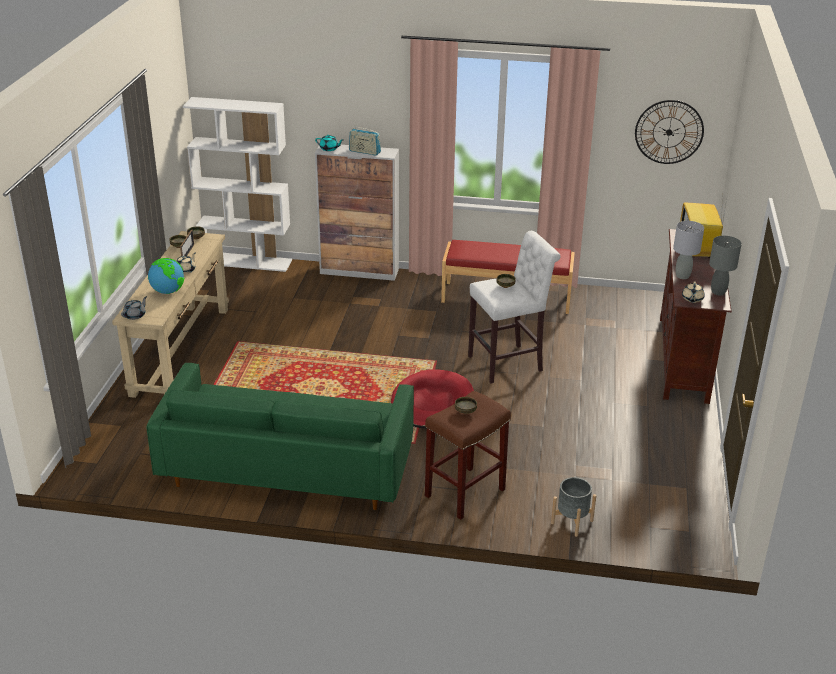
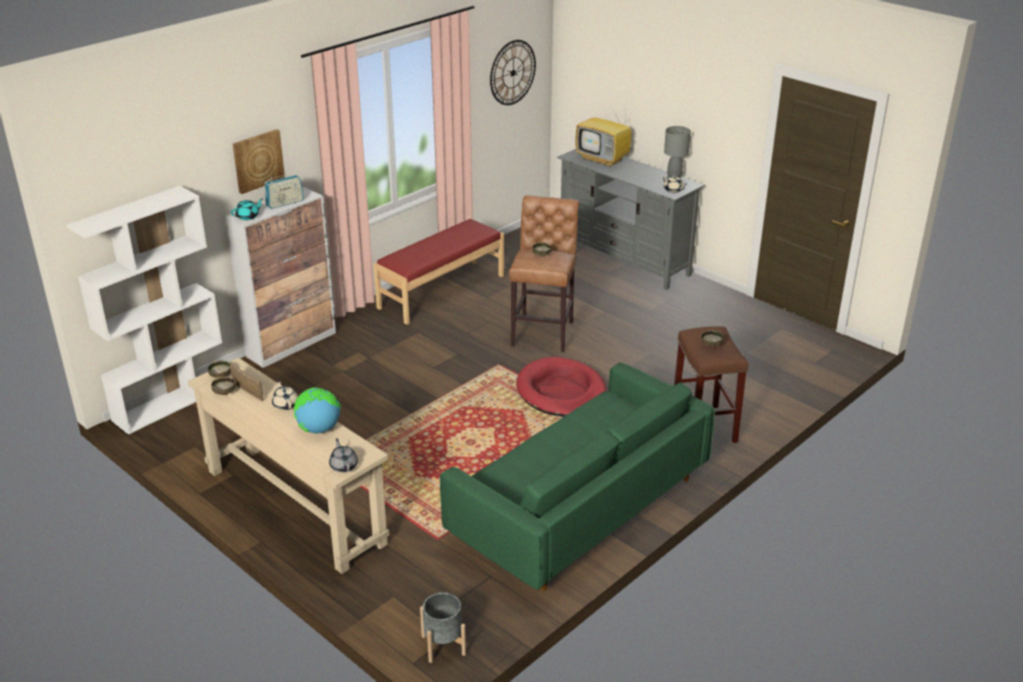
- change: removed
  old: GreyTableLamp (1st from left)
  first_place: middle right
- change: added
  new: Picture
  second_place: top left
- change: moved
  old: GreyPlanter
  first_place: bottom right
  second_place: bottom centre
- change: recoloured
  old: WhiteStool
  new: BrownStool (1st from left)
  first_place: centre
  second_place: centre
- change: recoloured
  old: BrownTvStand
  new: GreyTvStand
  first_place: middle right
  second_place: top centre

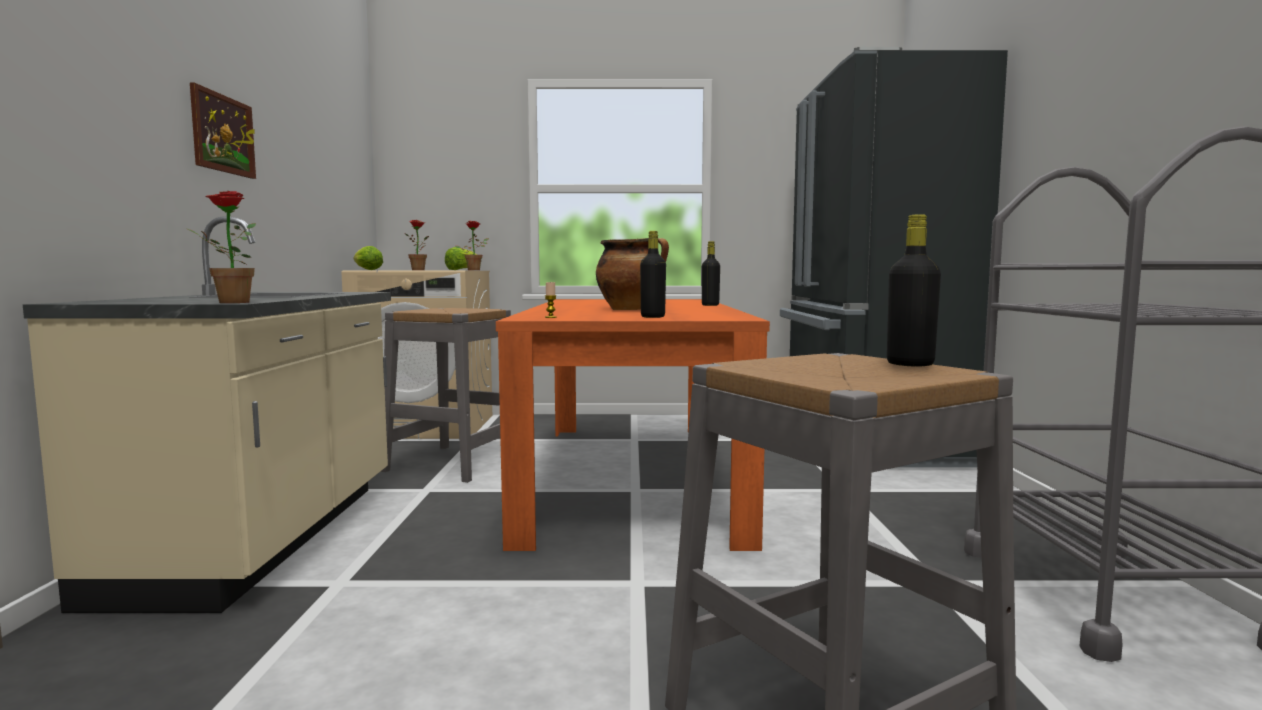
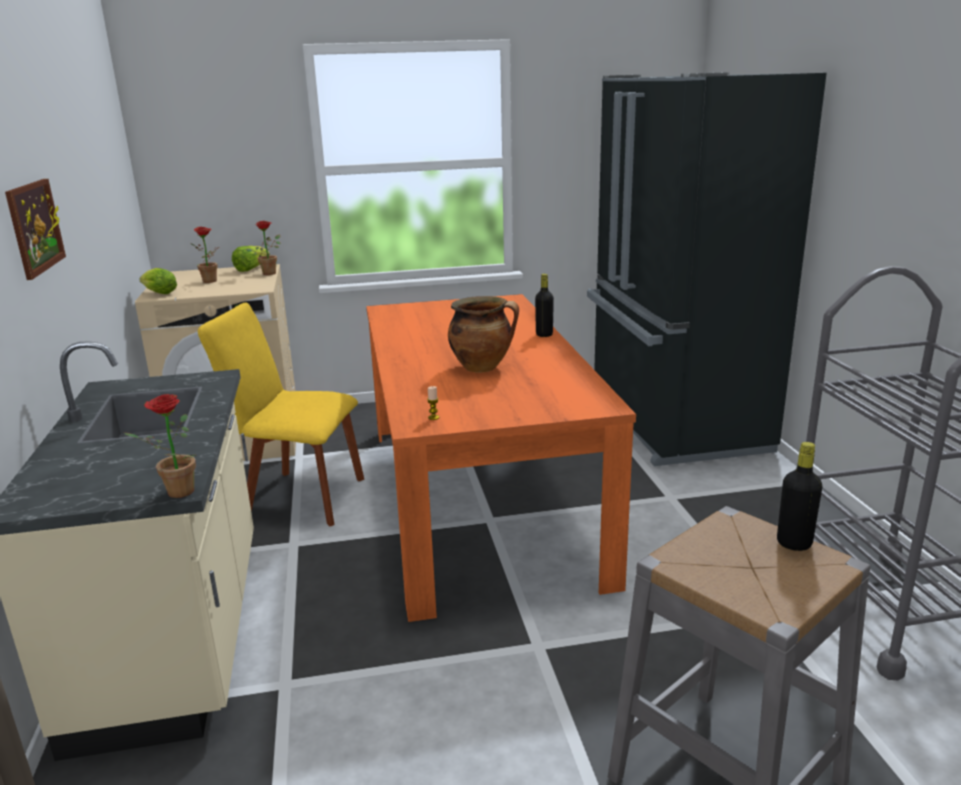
- change: removed
  old: BlackBottle (1st from left)
  first_place: centre
- change: replaced
  old: GreyStool (1st from left)
  new: YellowChair
  first_place: centre
  second_place: middle left

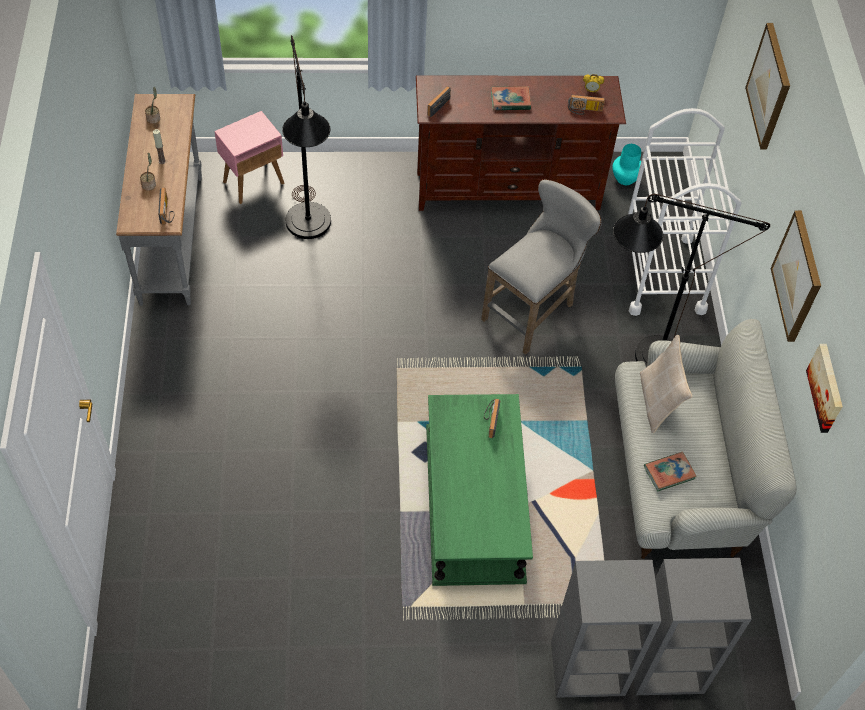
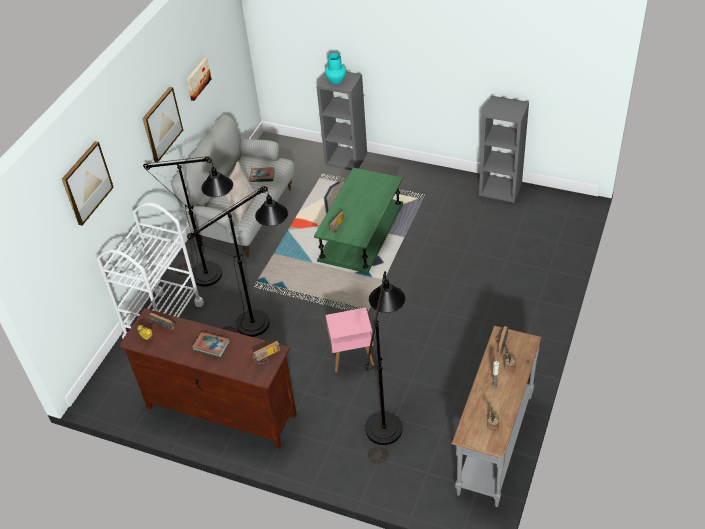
- change: moved
  old: PinkSideTable
  first_place: top left
  second_place: centre
- change: moved
  old: TurquoiseVase
  first_place: top right
  second_place: top centre
- change: moved
  old: GreyBookcase (2nd from left)
  first_place: bottom right
  second_place: top right
- change: replaced
  old: GreyStool
  new: BlackFloorLamp (2nd from left)
  first_place: centre
  second_place: centre

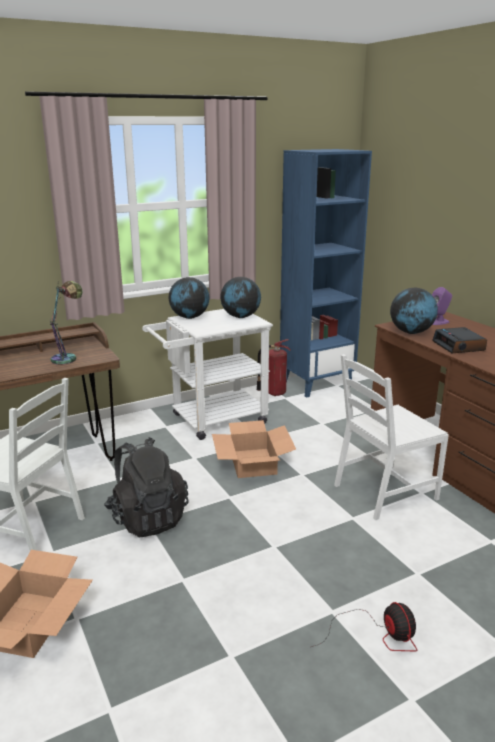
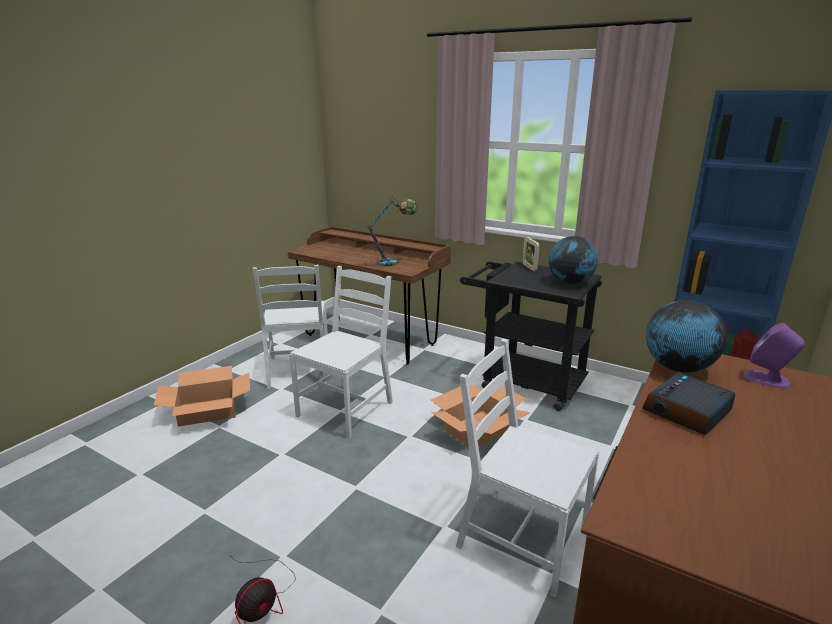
- change: removed
  old: FireExtinguisher
  first_place: centre
- change: replaced
  old: BlackBackpack
  new: WhiteChair (2nd from left)
  first_place: middle left
  second_place: centre
- change: replaced
  old: Globe (1st from left)
  new: PictureFrame
  first_place: centre
  second_place: centre
- change: recoloured
  old: WhiteCart
  new: BlackCart
  first_place: centre
  second_place: centre

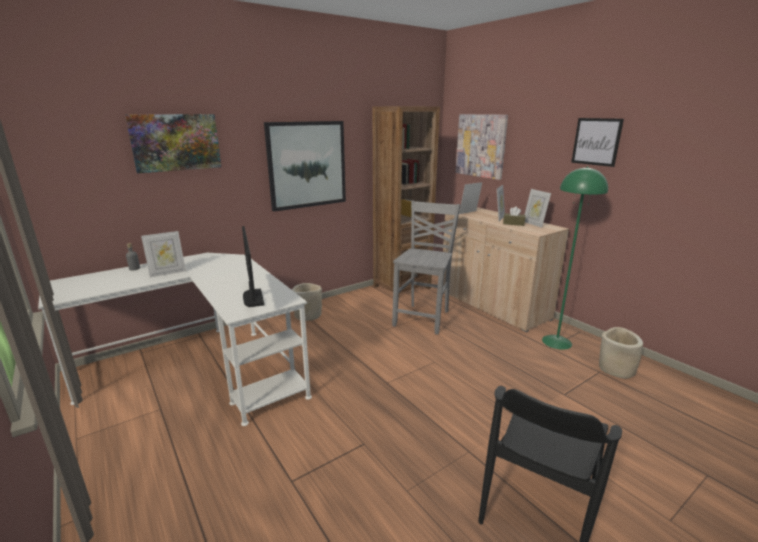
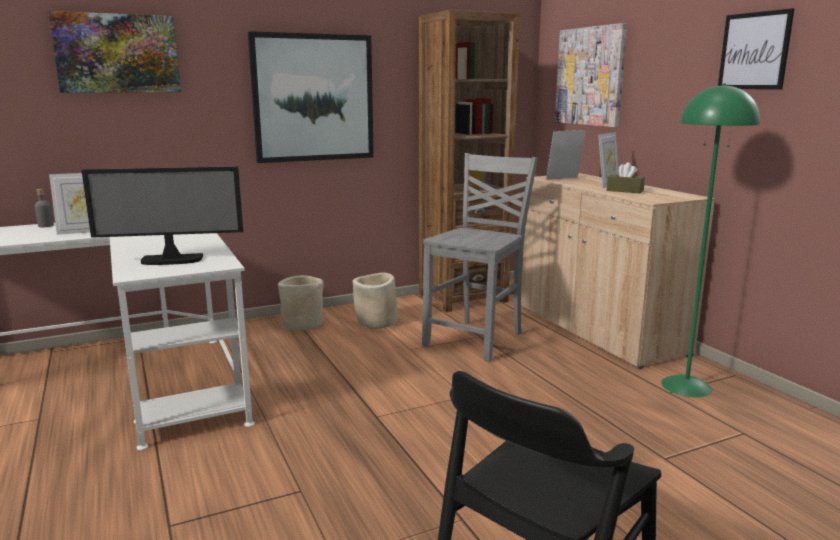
- change: removed
  old: PictureFrame (4th from left)
  first_place: middle right
- change: moved
  old: BeigePlanter (2nd from left)
  first_place: middle right
  second_place: centre
- change: turned
  old: Monitor
  first_place: centre
  second_place: middle left
  degrees: -90

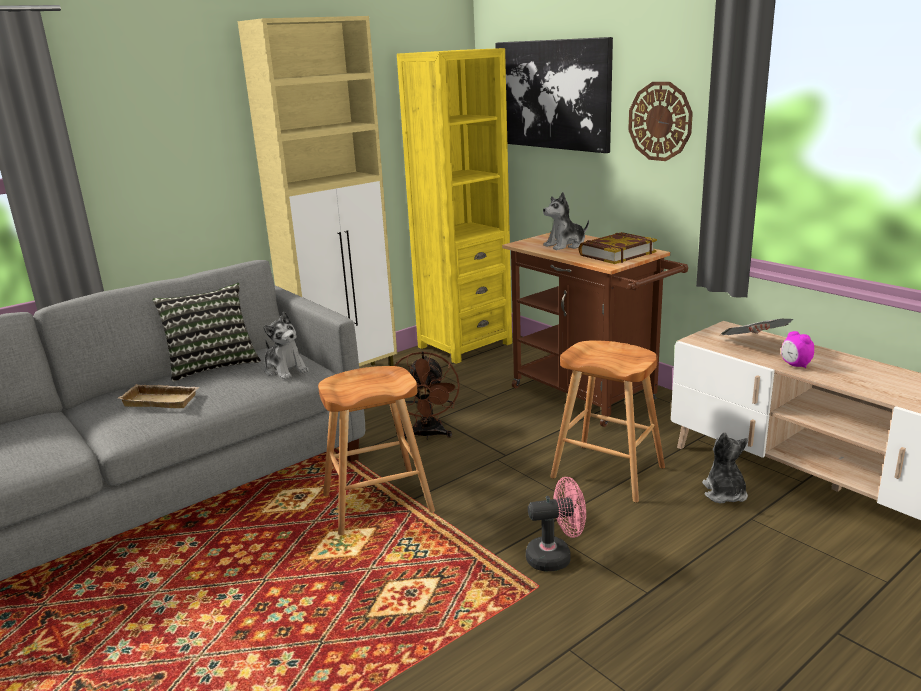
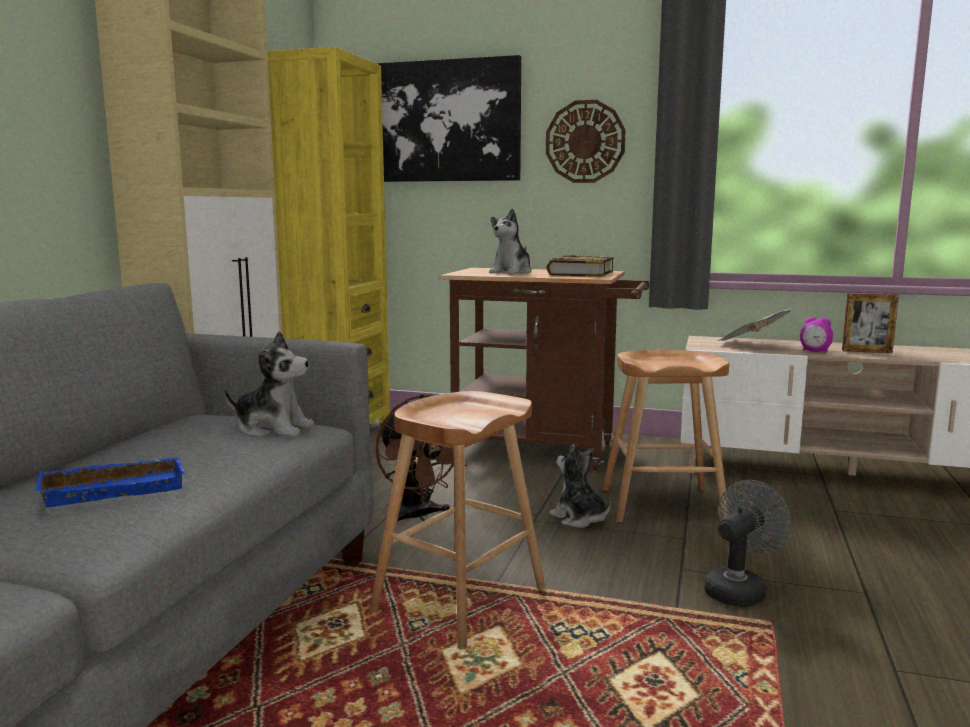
- change: removed
  old: Pillow
  first_place: middle left
- change: added
  new: PictureFrame
  second_place: middle right
- change: moved
  old: PlushToy (3rd from left)
  first_place: bottom right
  second_place: bottom centre
- change: recoloured
  old: BeigeTray
  new: BlueTray
  first_place: middle left
  second_place: middle left
- change: recoloured
  old: PinkFan
  new: GreyFan
  first_place: bottom centre
  second_place: bottom right

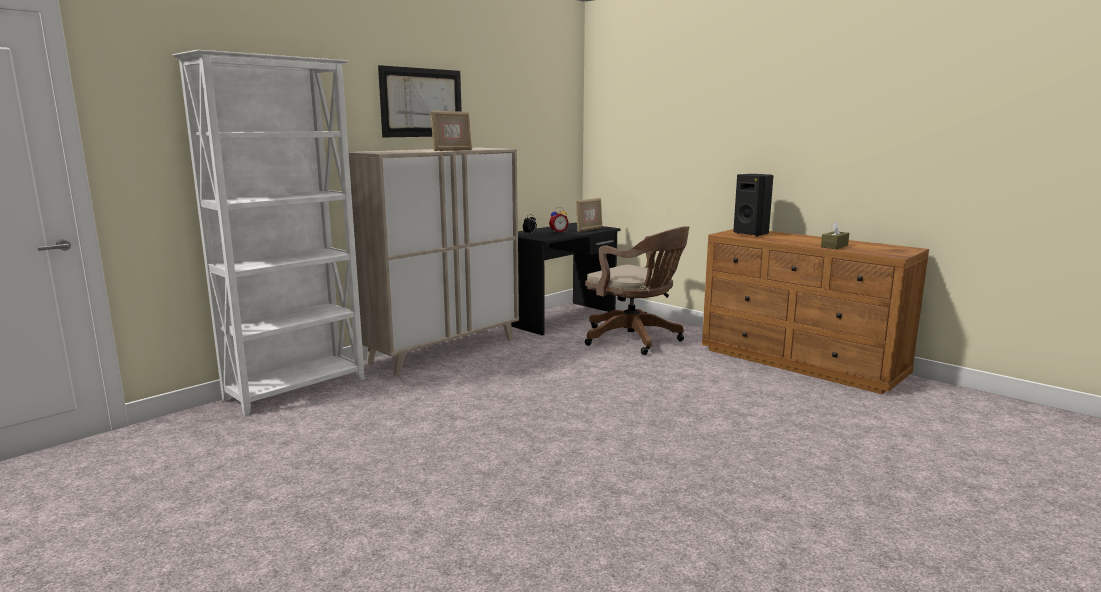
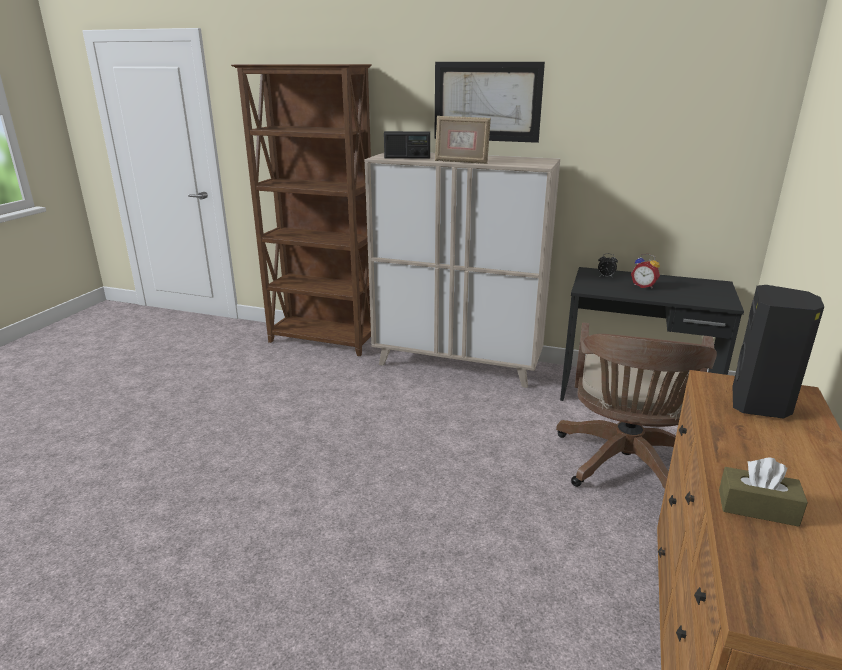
- change: removed
  old: PictureFrame (2nd from left)
  first_place: centre
- change: added
  new: Radio
  second_place: top centre
- change: recoloured
  old: WhiteBookcase
  new: BrownBookcase
  first_place: middle left
  second_place: top centre

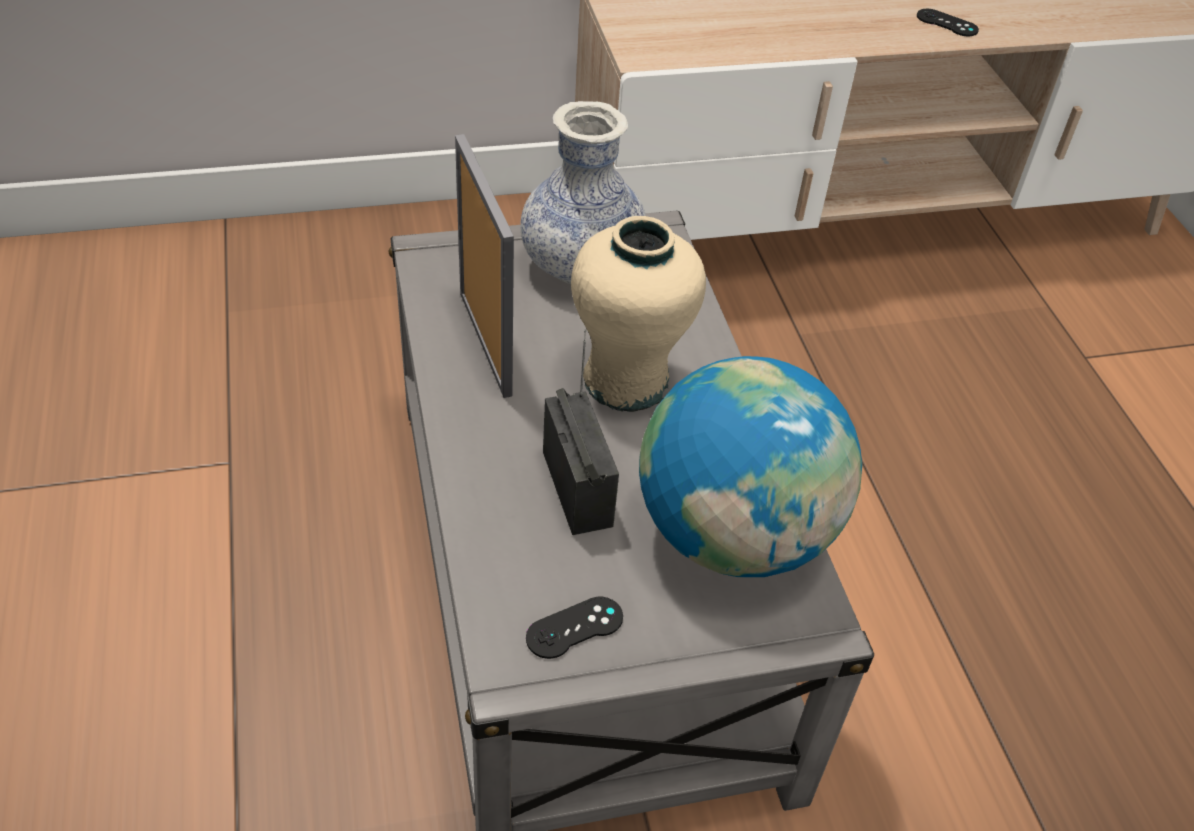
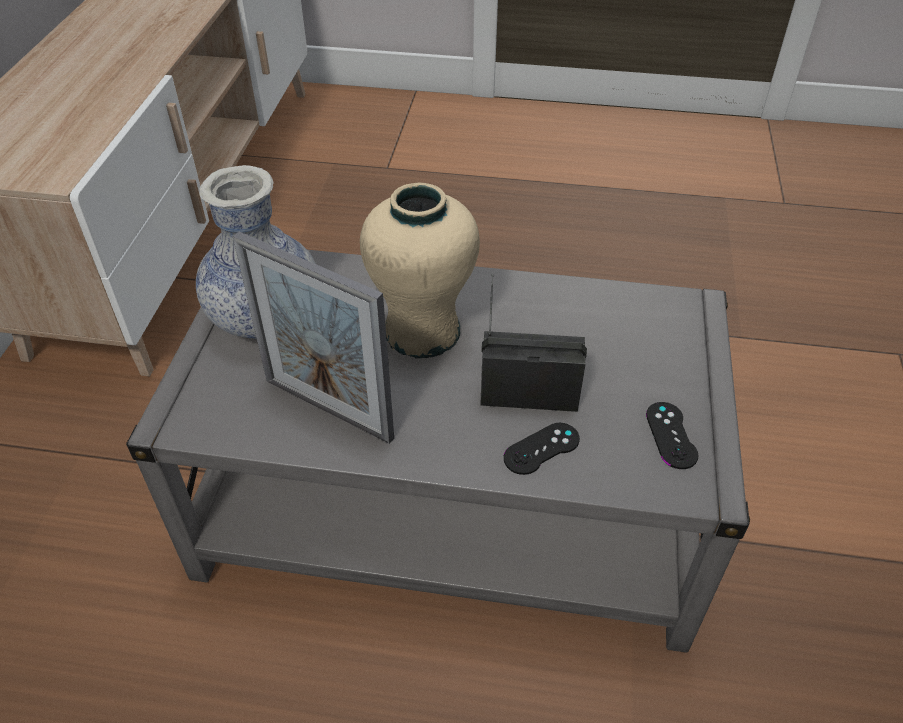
- change: removed
  old: Globe
  first_place: centre
- change: moved
  old: BlackGameController (2nd from left in the first image)
  new: BlackGameController (1st from left)
  first_place: top right
  second_place: centre
- change: turned
  old: PictureFrame
  first_place: top centre
  second_place: centre
  degrees: -150

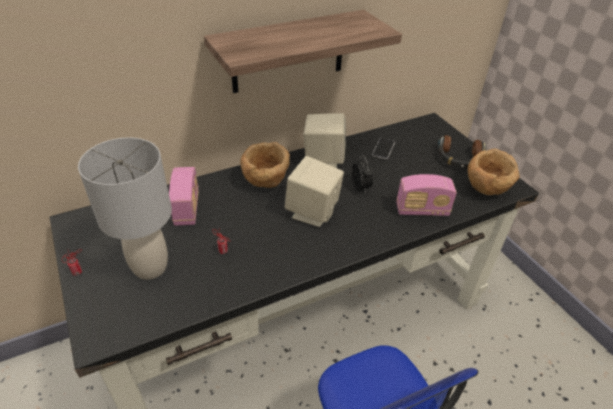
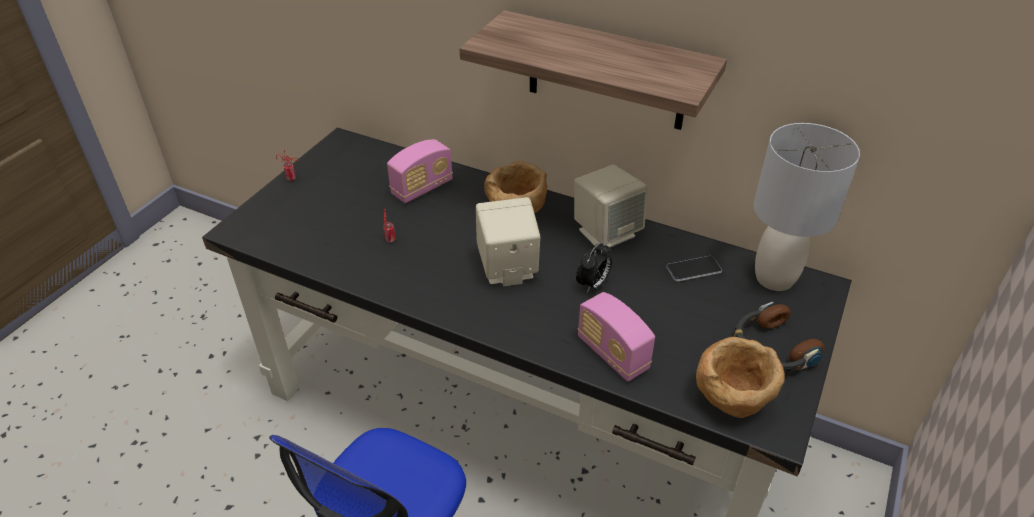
- change: moved
  old: GreyTableLamp
  first_place: middle left
  second_place: middle right

